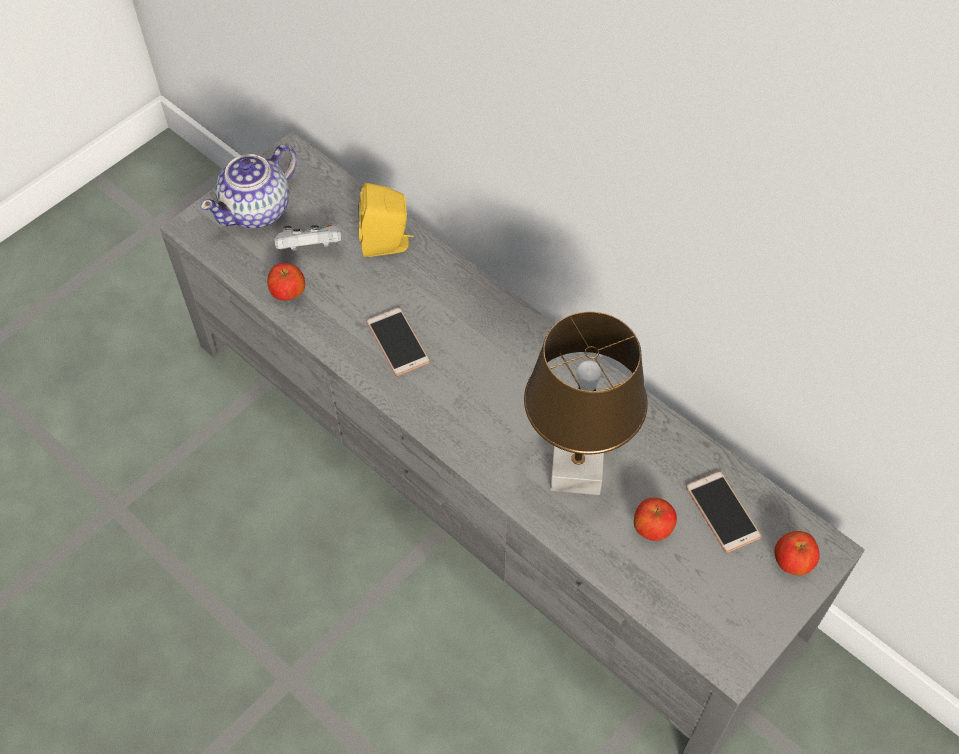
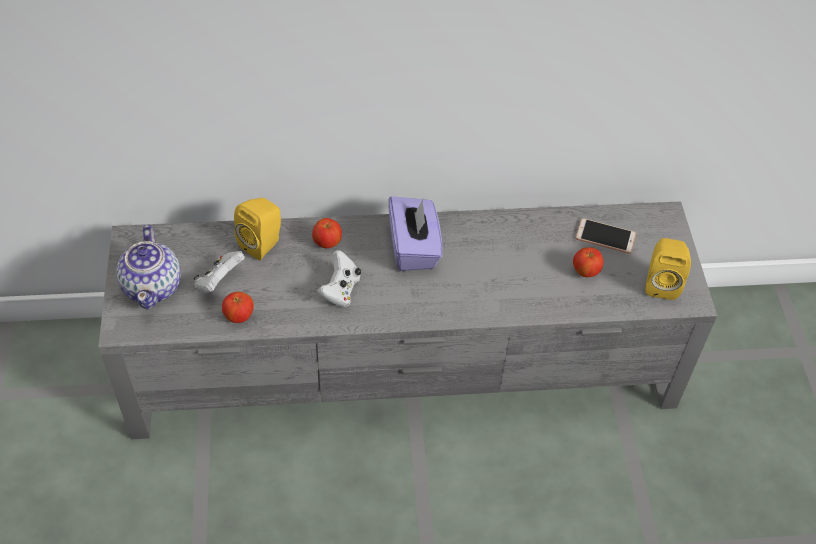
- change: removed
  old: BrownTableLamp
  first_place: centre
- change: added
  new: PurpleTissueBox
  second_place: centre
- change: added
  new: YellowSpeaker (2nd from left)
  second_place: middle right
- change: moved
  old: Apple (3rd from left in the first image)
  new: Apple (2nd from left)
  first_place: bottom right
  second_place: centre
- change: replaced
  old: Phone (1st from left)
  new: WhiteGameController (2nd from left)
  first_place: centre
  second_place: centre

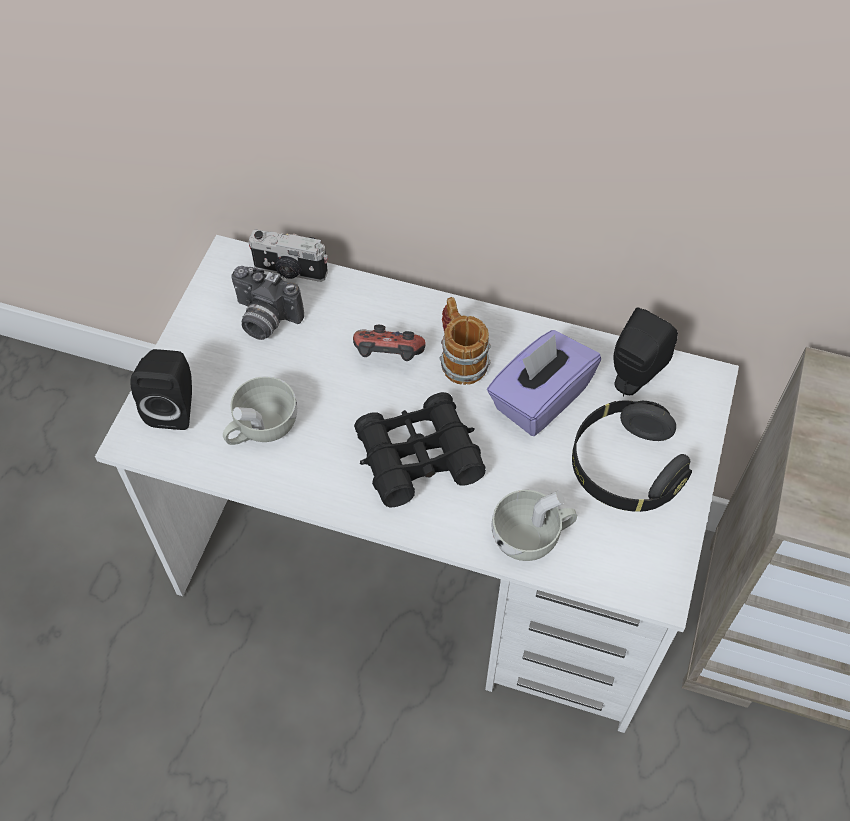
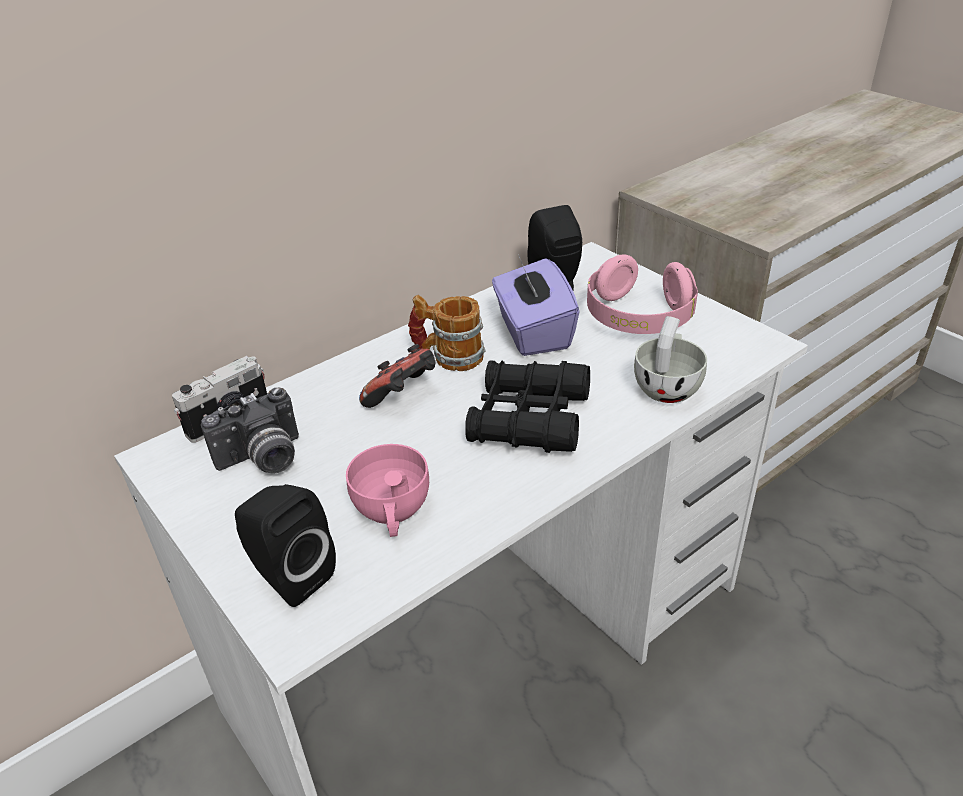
- change: recoloured
  old: WhiteCup (1st from left)
  new: PinkCup
  first_place: middle left
  second_place: centre
- change: recoloured
  old: BlackHeadphones
  new: PinkHeadphones
  first_place: middle right
  second_place: middle right

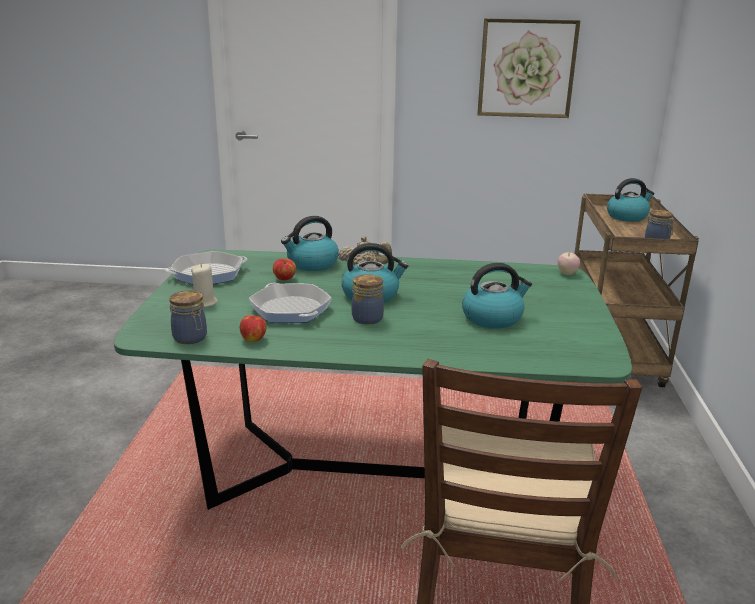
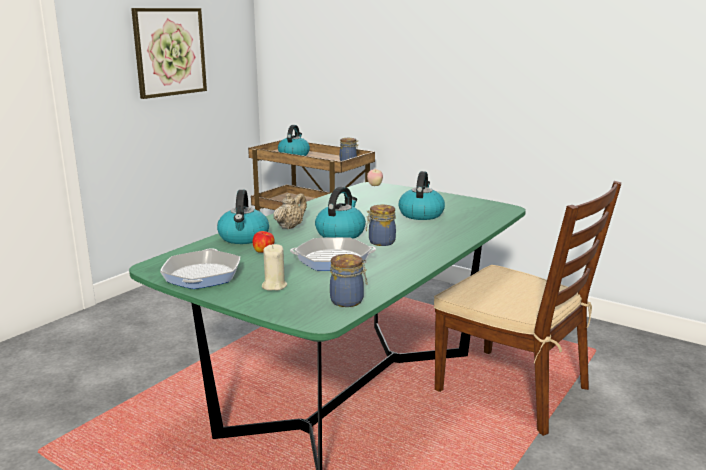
- change: removed
  old: Apple (1st from left)
  first_place: centre

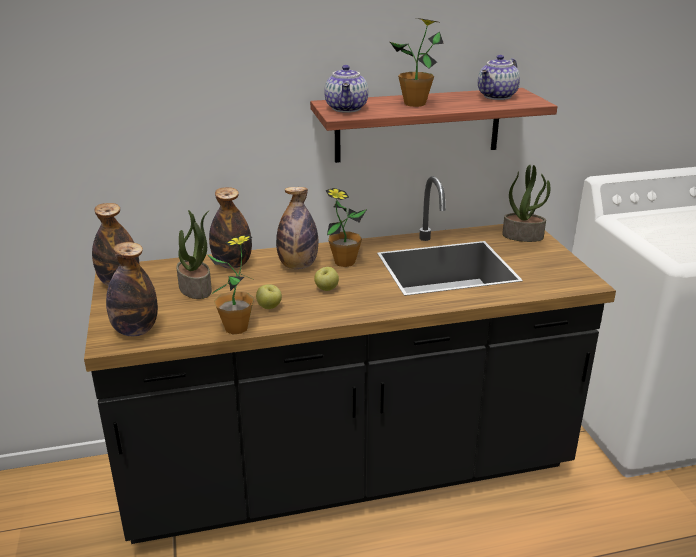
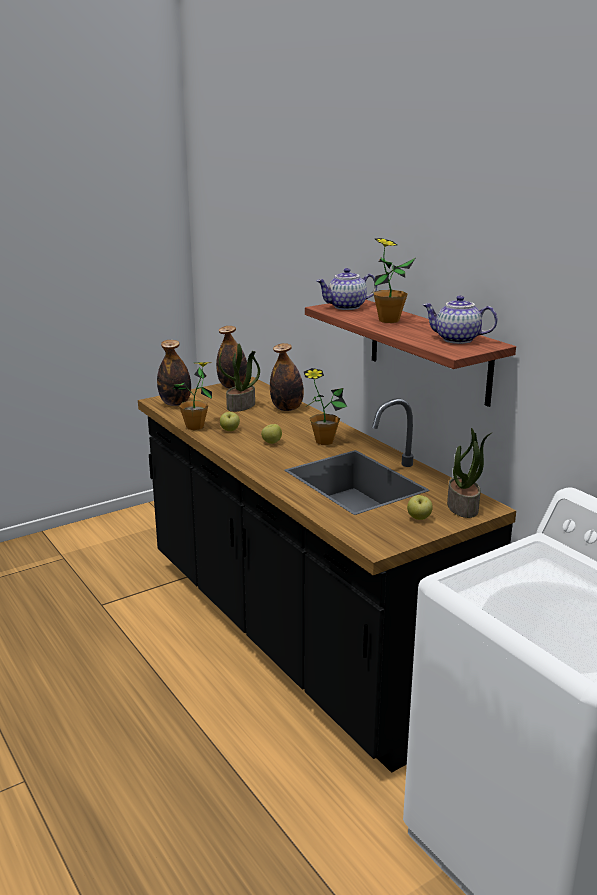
- change: removed
  old: Bottle (4th from left)
  first_place: centre
- change: added
  new: Apple (3rd from left)
  second_place: middle right

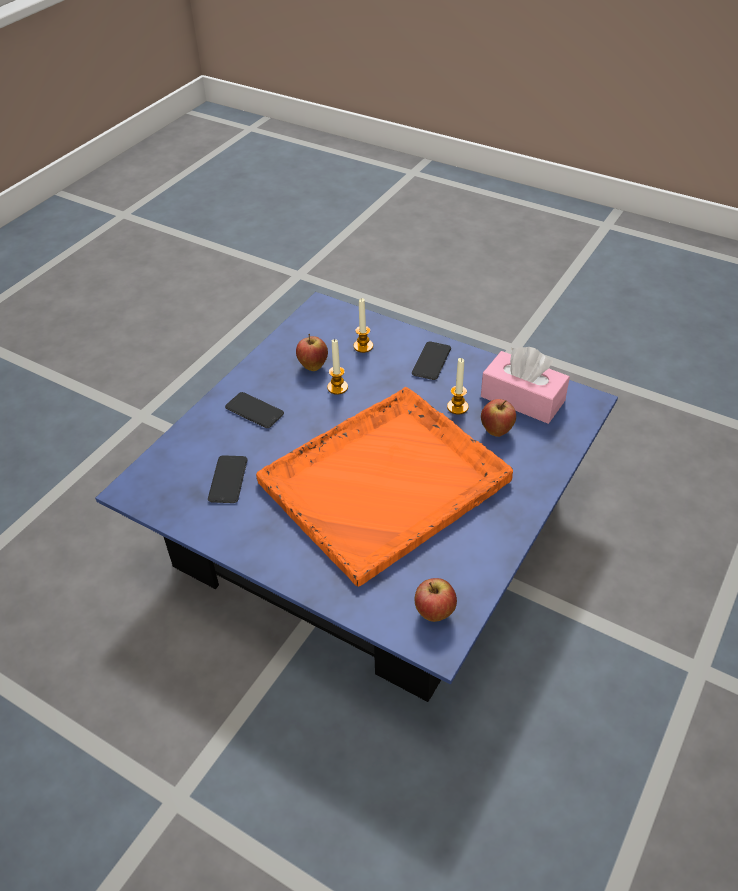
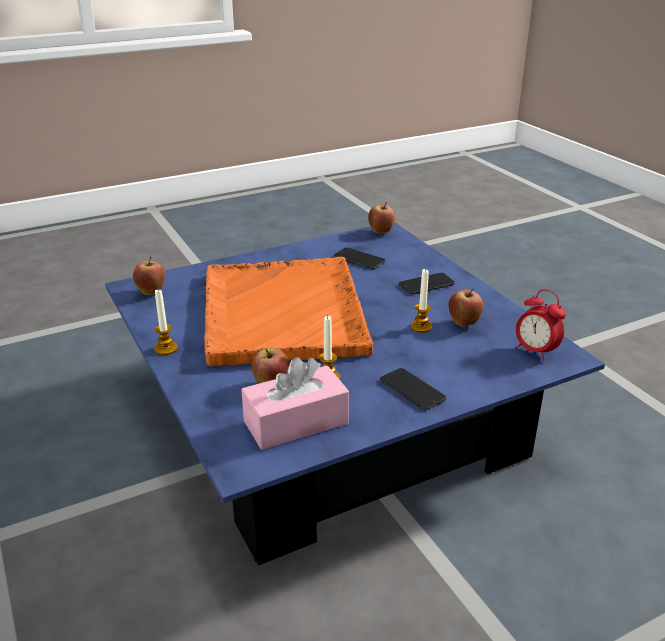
- change: added
  new: Apple (3rd from left)
  second_place: centre
- change: added
  new: AlarmClock
  second_place: middle right
- change: moved
  old: Candle (2nd from left in the first image)
  new: Candle (1st from left)
  first_place: centre
  second_place: middle left

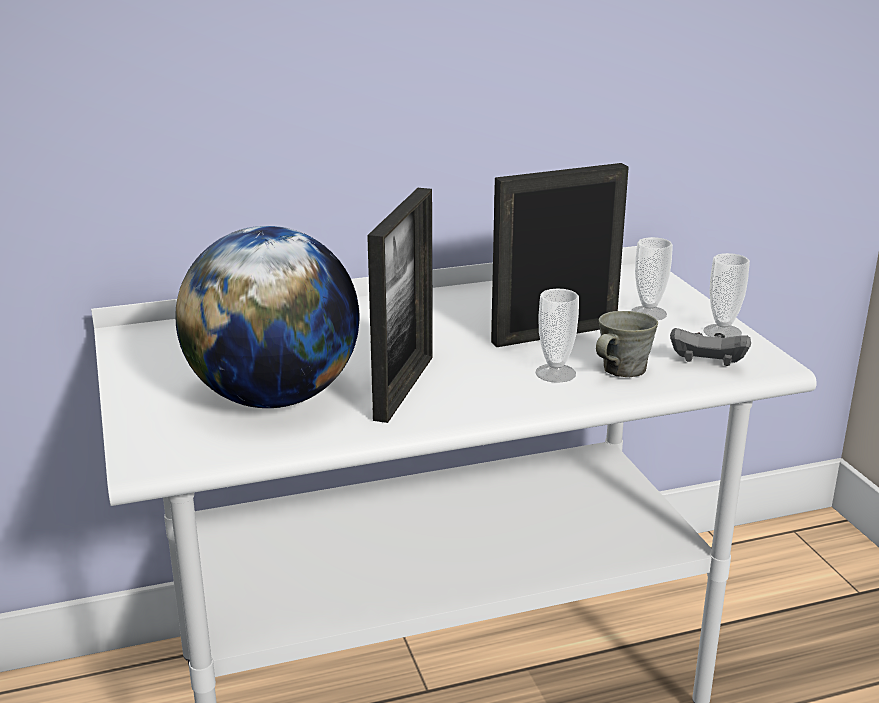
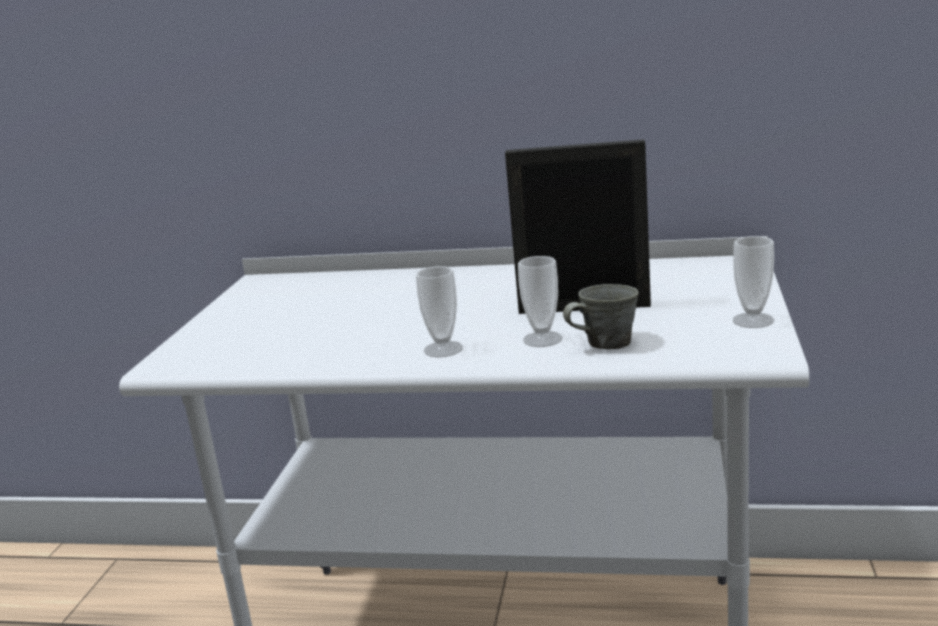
- change: removed
  old: Globe
  first_place: middle left
- change: removed
  old: PictureFrame (1st from left)
  first_place: centre
- change: removed
  old: GreyGameController
  first_place: middle right
- change: moved
  old: Cup (2nd from left in the first image)
  new: Cup (1st from left)
  first_place: middle right
  second_place: centre

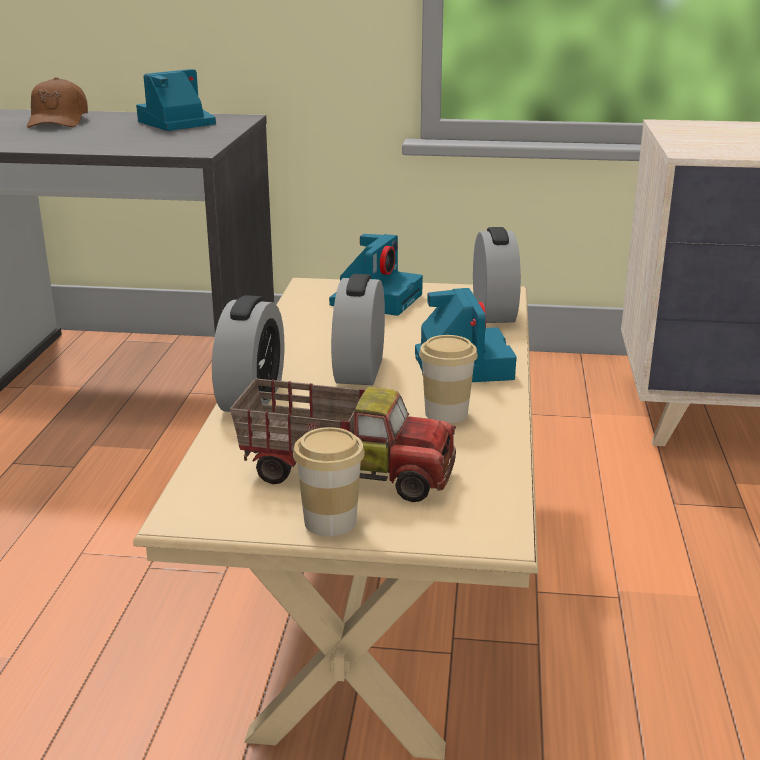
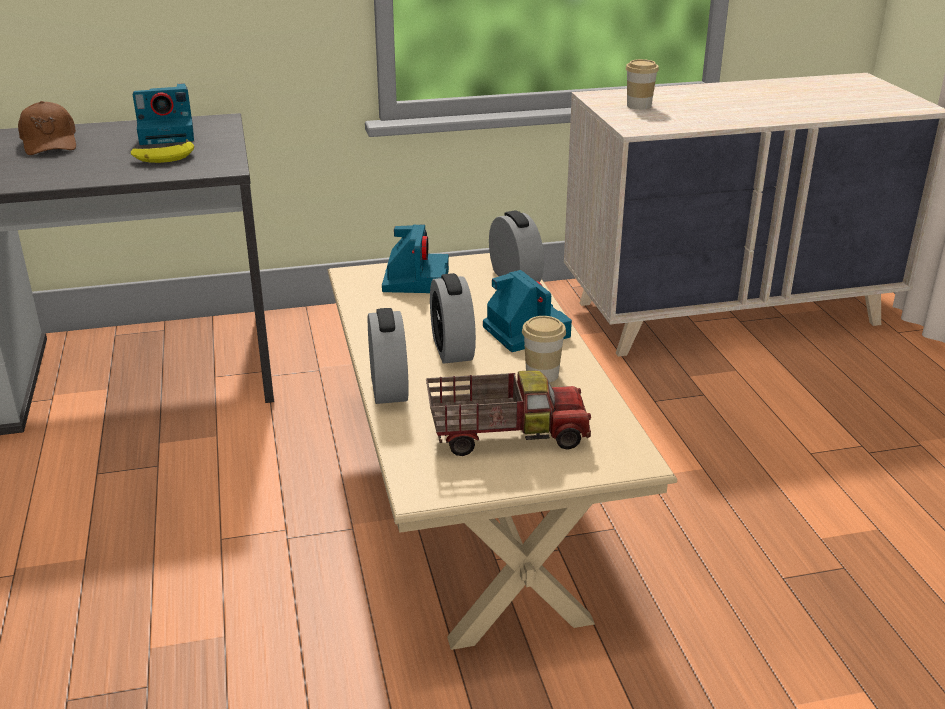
- change: added
  new: Banana
  second_place: top left
- change: moved
  old: Cup (1st from left in the first image)
  new: Cup (2nd from left)
  first_place: centre
  second_place: top right
- change: turned
  old: PhotoCamera (1st from left)
  first_place: top left
  second_place: top left
  degrees: -135

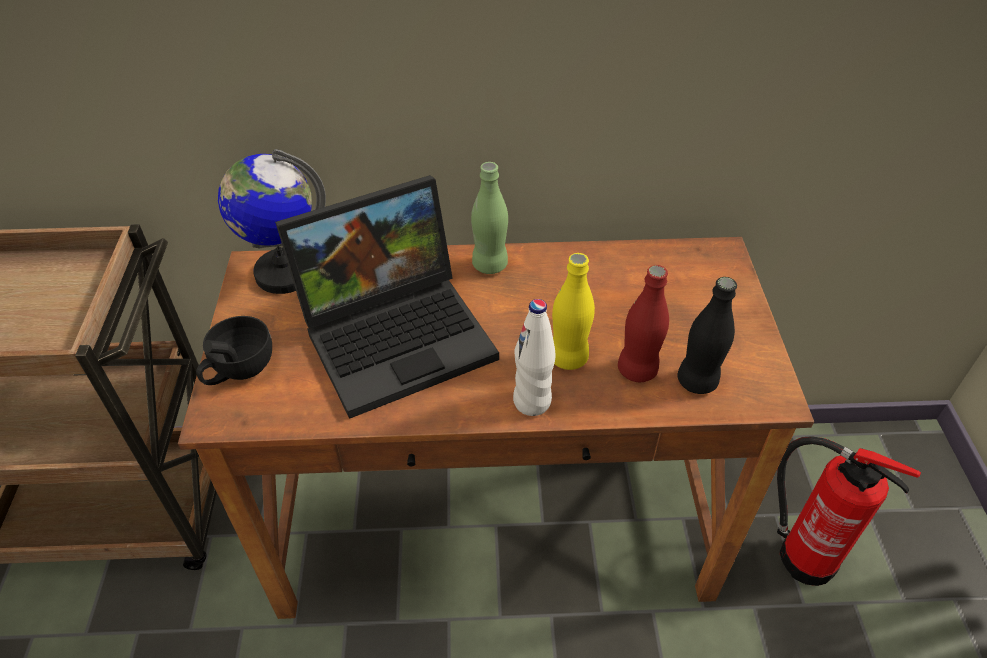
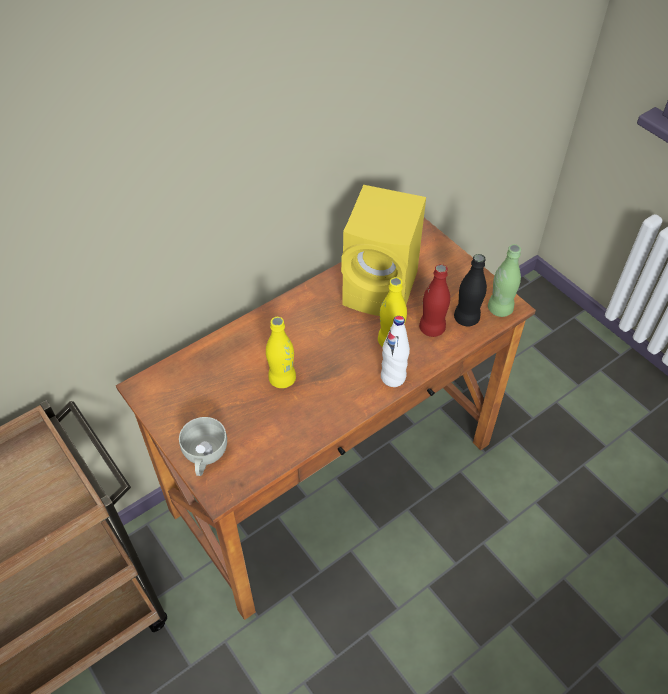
- change: removed
  old: Globe
  first_place: middle left
- change: removed
  old: FireExtinguisher
  first_place: bottom right
- change: added
  new: YellowSpeaker
  second_place: centre
- change: moved
  old: GreenBottle
  first_place: top centre
  second_place: middle right
- change: replaced
  old: Laptop
  new: YellowBottle (1st from left)
  first_place: centre
  second_place: centre
- change: recoloured
  old: BlackCup
  new: WhiteCup
  first_place: middle left
  second_place: middle left

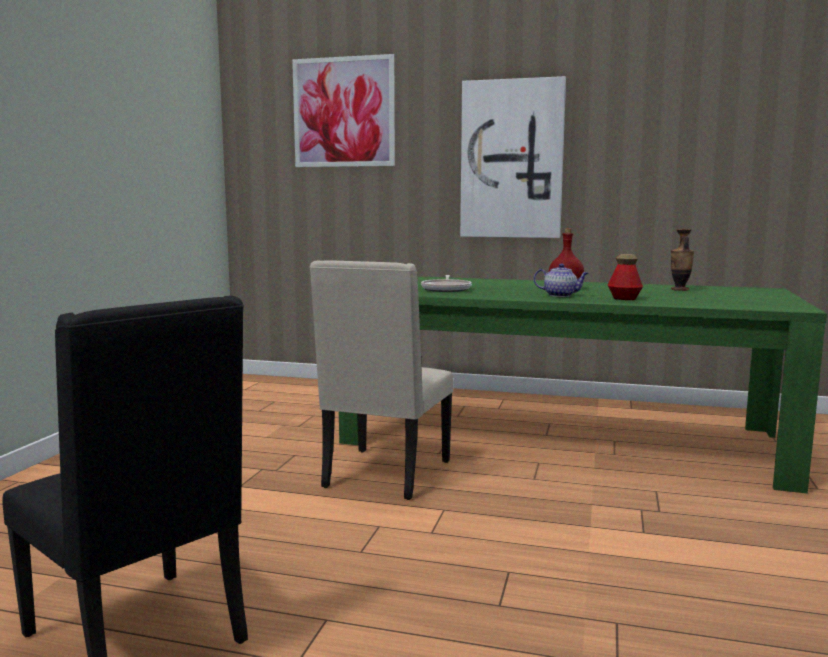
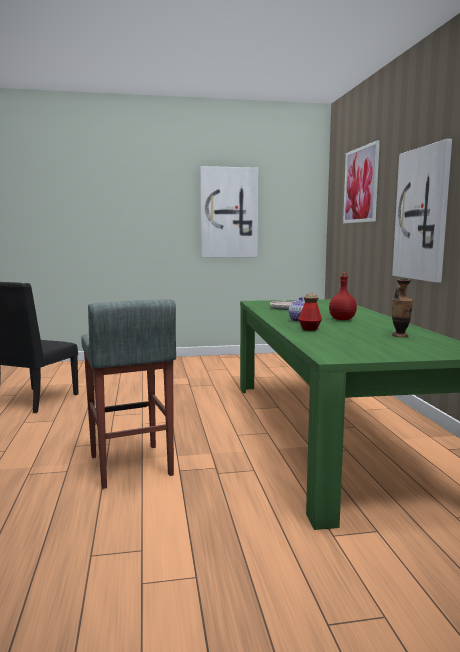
- change: removed
  old: BeigeChair
  first_place: centre
- change: added
  new: GreyStool
  second_place: middle left
- change: added
  new: Picture (1st from left)
  second_place: top centre

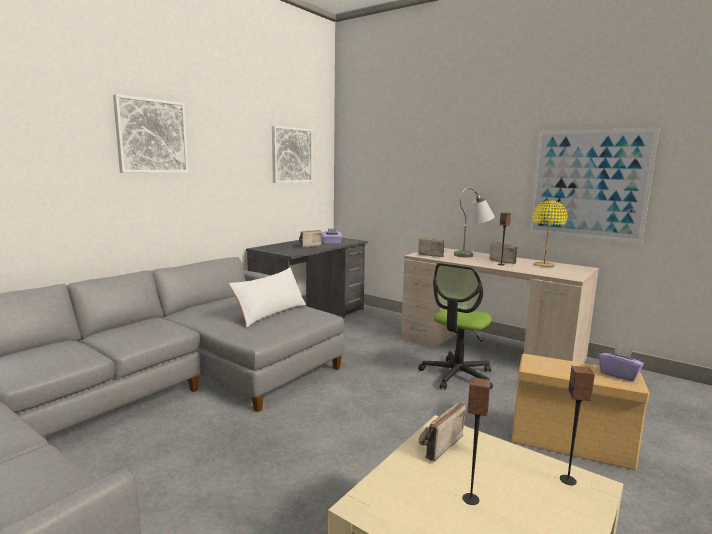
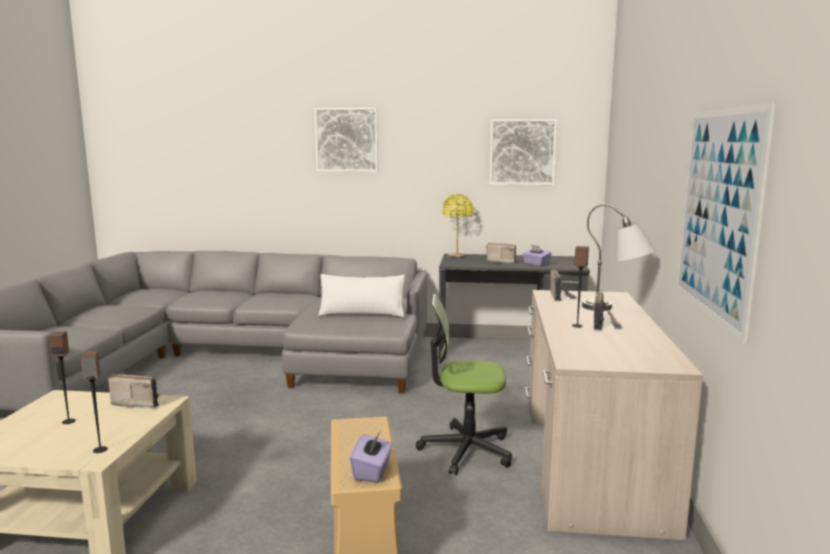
- change: moved
  old: YellowTableLamp
  first_place: middle right
  second_place: centre

